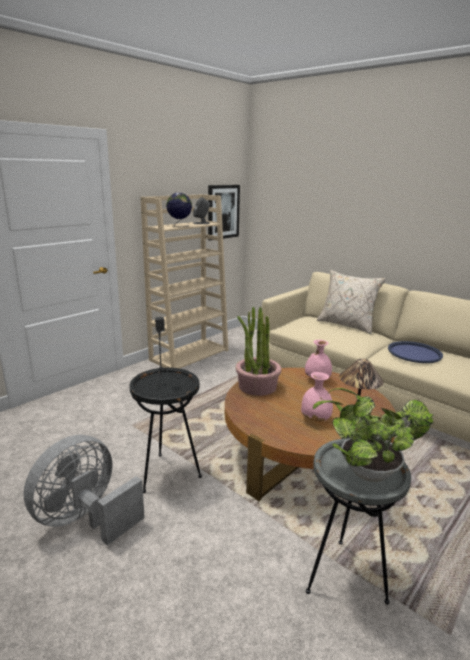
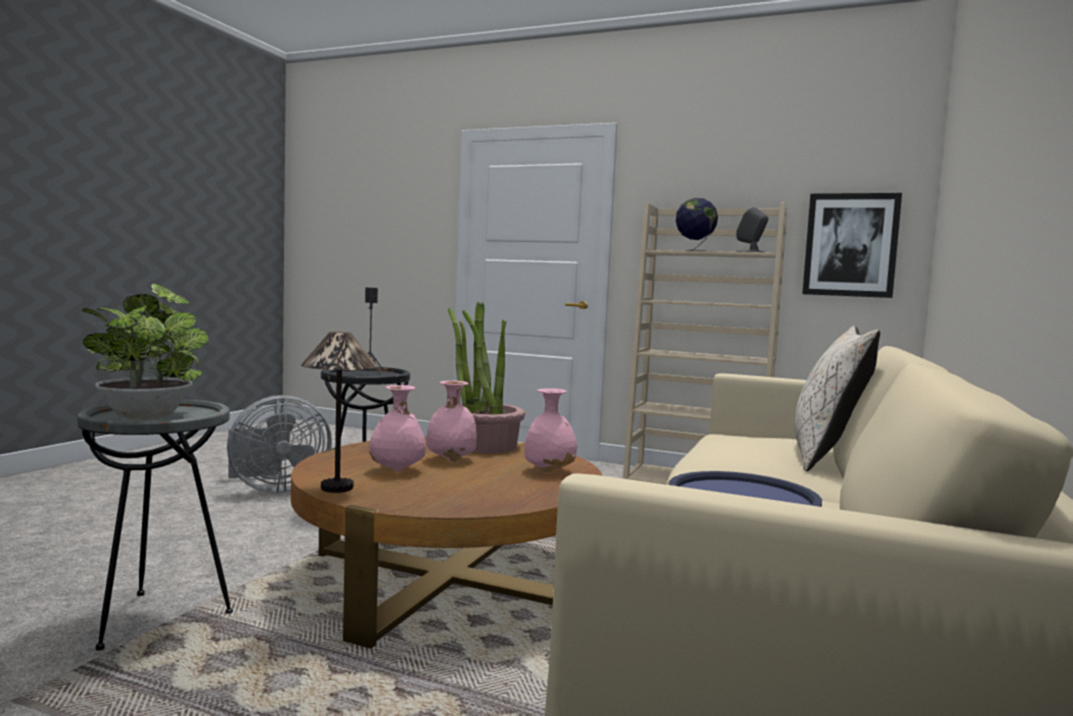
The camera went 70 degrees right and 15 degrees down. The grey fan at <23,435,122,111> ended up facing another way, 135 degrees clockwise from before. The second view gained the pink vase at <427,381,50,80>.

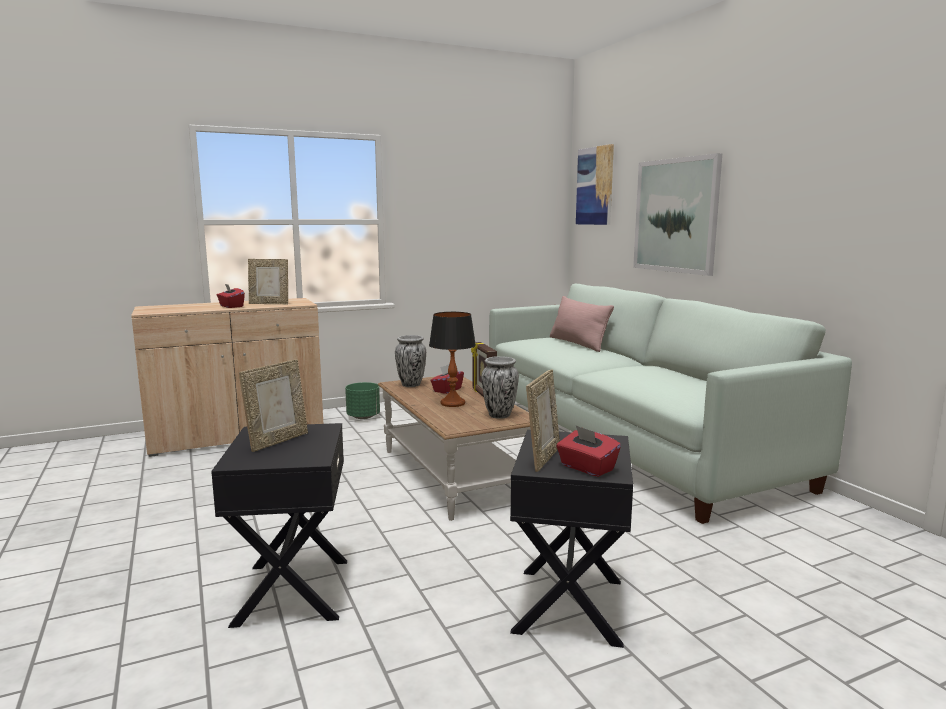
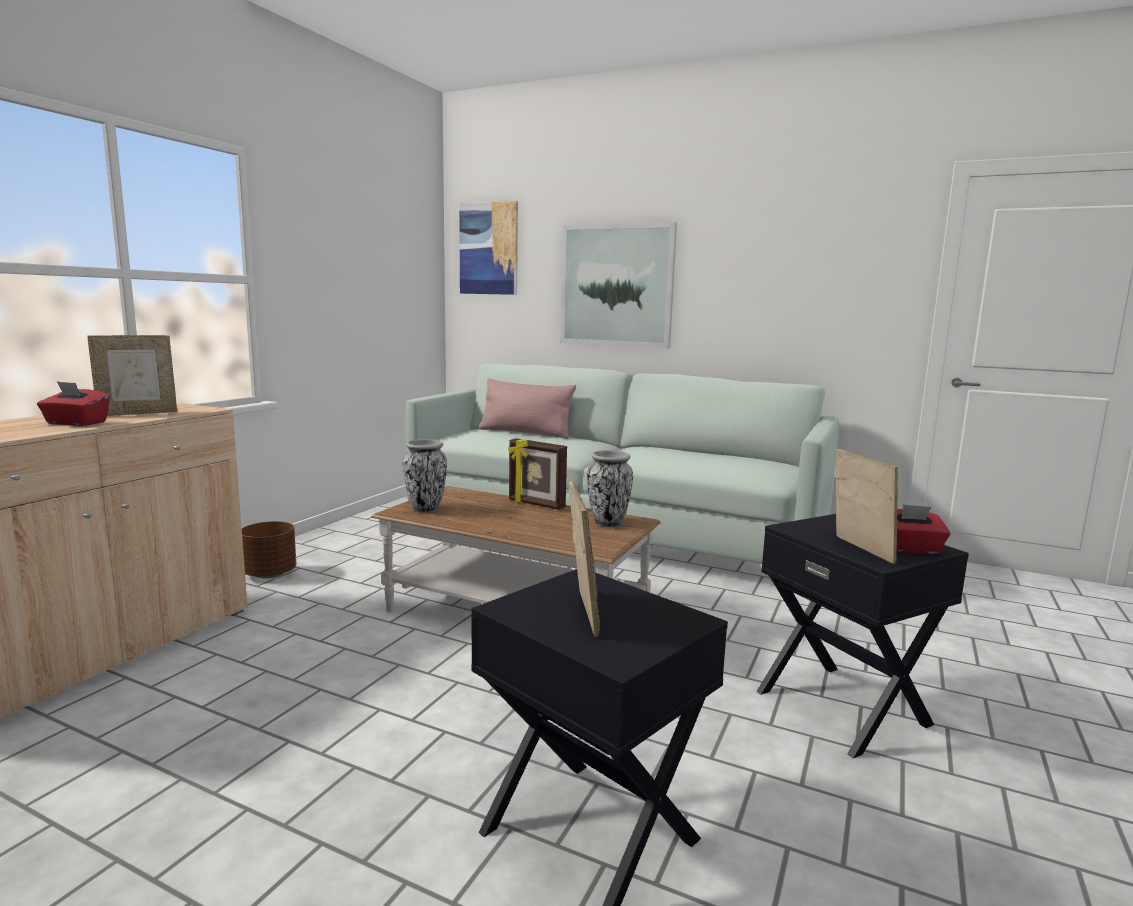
The camera went 40 degrees left and 0 degrees up. What was the green planter at <345,382,35,37> turned into the brown planter at <242,521,54,58>. The second view lost the table lamp at <429,312,47,95>. The second view lost the red tissue box at <430,364,34,30>.

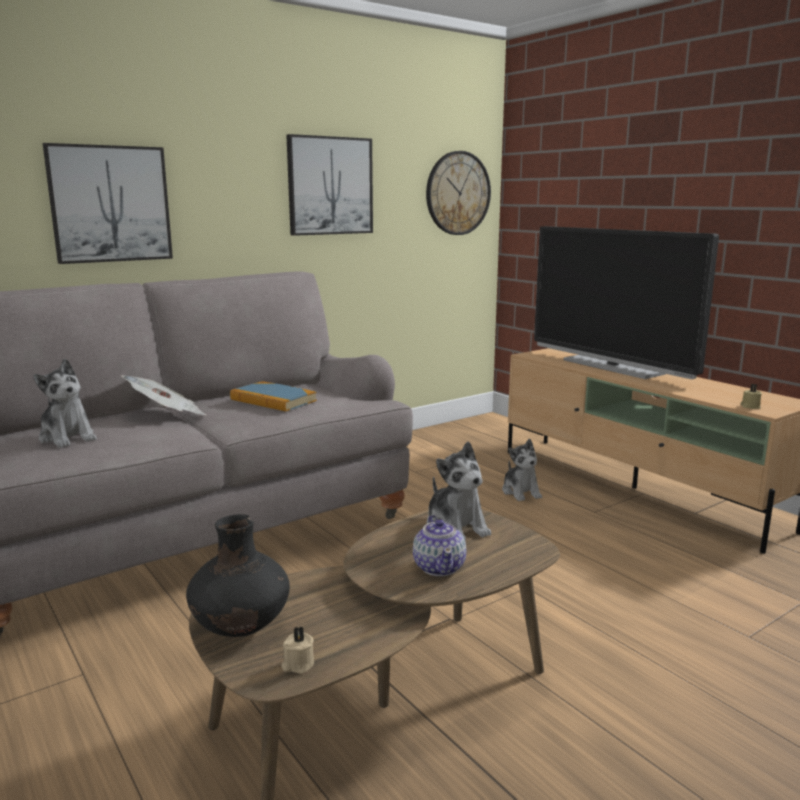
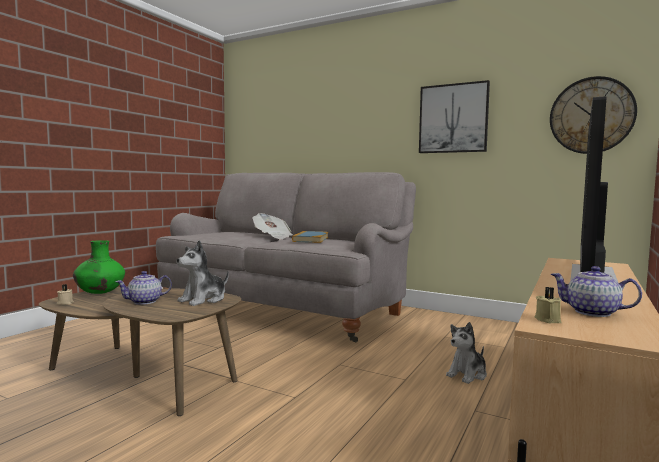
The camera went 65 degrees right and 10 degrees down. The second view lost the plush toy at <33,359,64,89>. The second view lost the picture at <43,143,130,121>. What was the black vase at <186,514,104,123> turned into the green vase at <73,240,52,54>. The second view gained the teapot at <551,266,91,51>.

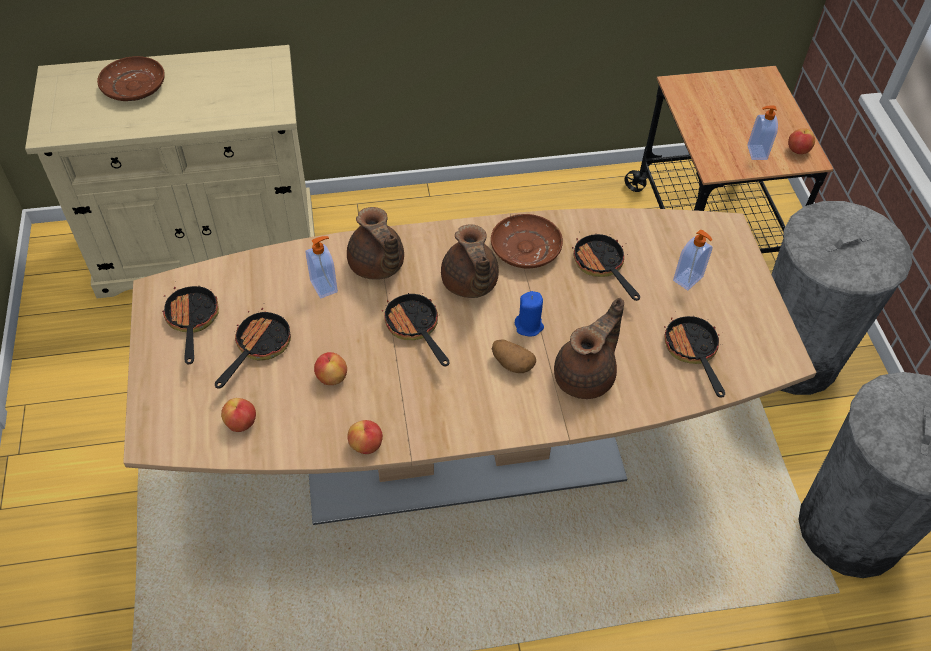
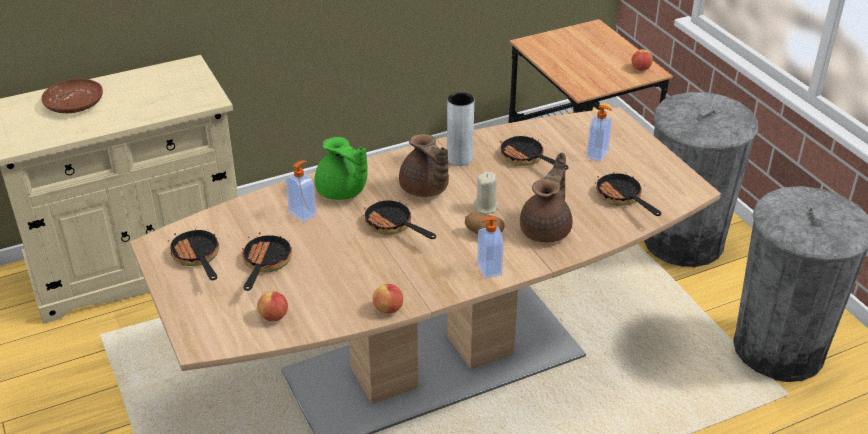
The camera went 15 degrees left and 15 degrees down. The second view lost the apple at <314,352,33,33>. What was the brown teapot at <347,207,57,73> turned into the green teapot at <315,137,53,63>. Where the brown plate stood at <491,214,72,54>, the grey vase came to stand at <447,92,27,74>. What was the blue candle at <515,291,29,46> turned into the beige candle at <473,172,26,42>. The soap dispenser ended up elsewhere, having gone from <748,105,30,55> to <477,216,27,62>.

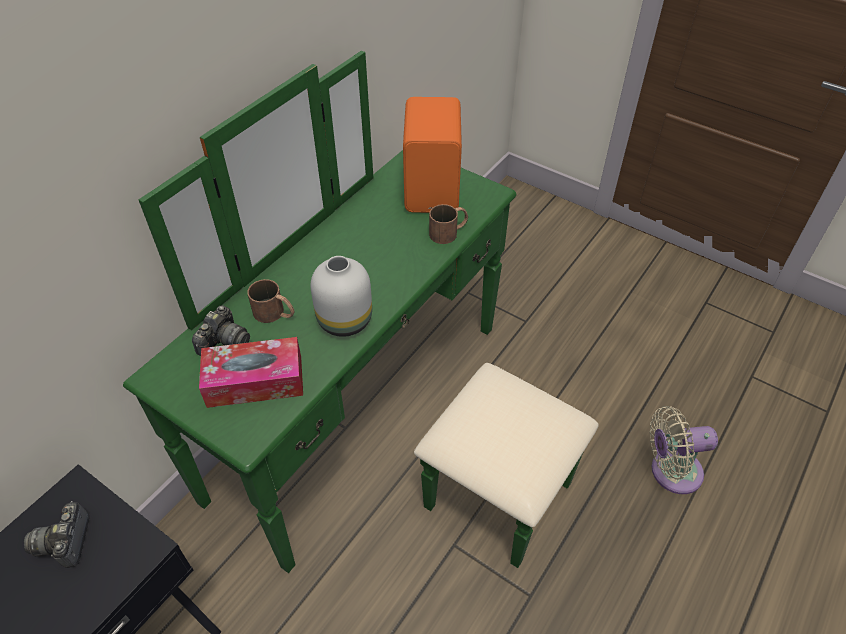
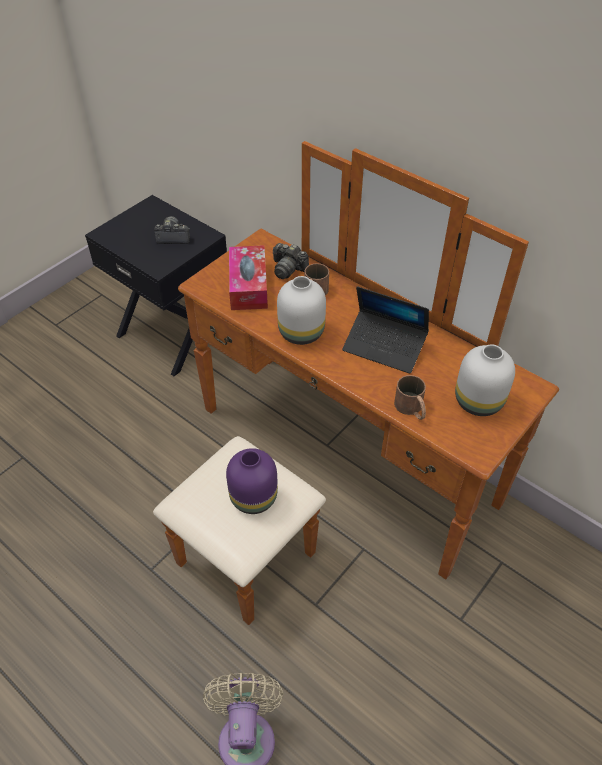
The camera went 95 degrees right and 0 degrees up. What was the green dresser at <123,51,475,522> turned into the brown dresser at <153,141,406,484>. Where the orange speaker stood at <403,97,59,116>, the white vase came to stand at <455,344,60,72>. The second view gained the purple vase at <226,448,52,66>. The second view gained the laptop at <342,286,87,88>.

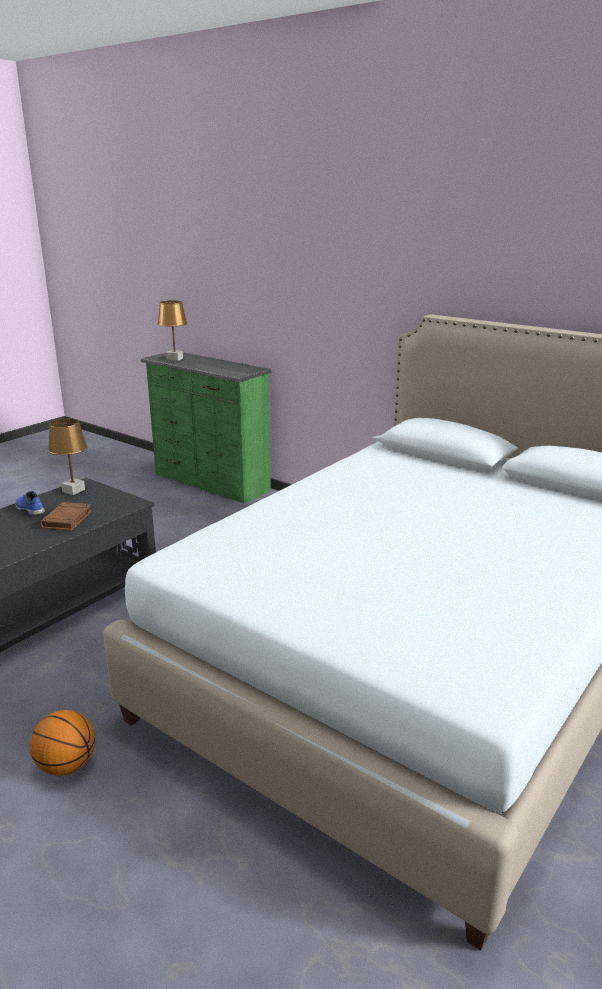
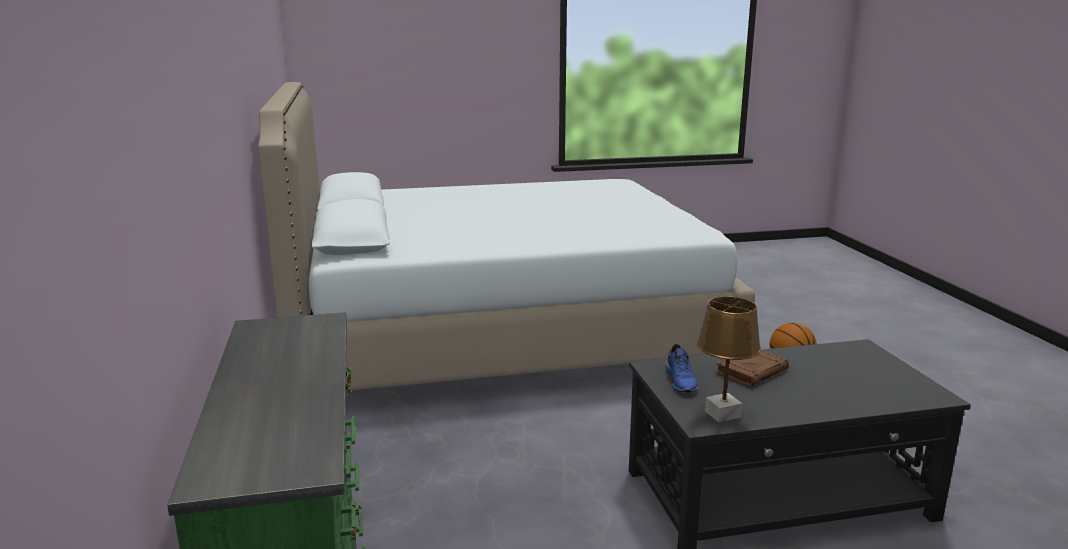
The camera went 140 degrees left and 5 degrees down. The blue shoe ended up elsewhere, having gone from <15,491,30,25> to <665,344,33,48>. The second view lost the brown table lamp at <158,300,29,61>.

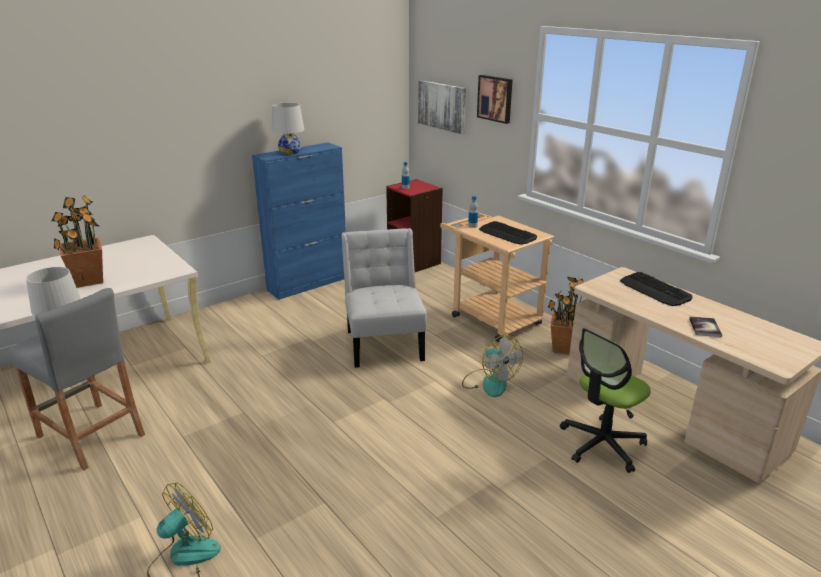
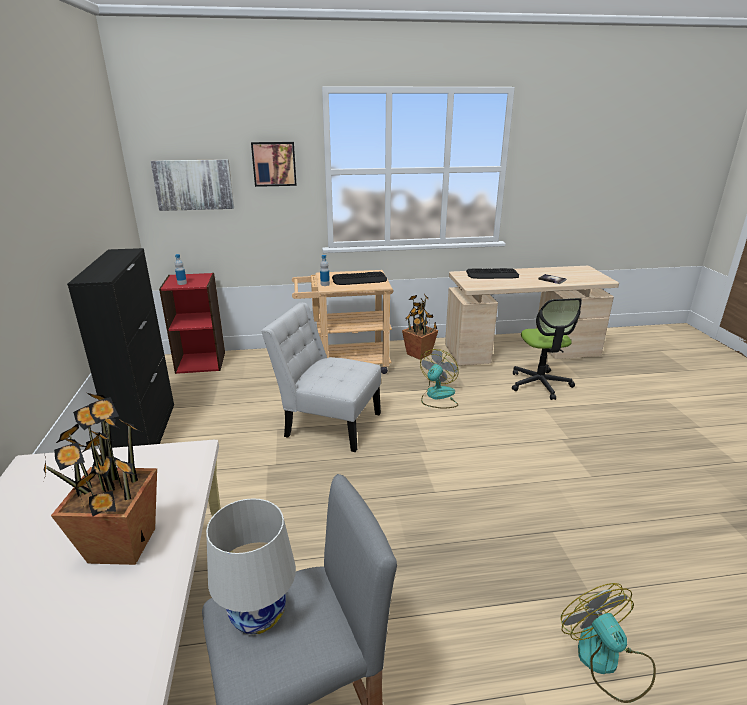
The camera went 60 degrees left and 0 degrees up. What was the blue cabinet at <252,143,94,157> turned into the black cabinet at <67,248,107,200>. The second view lost the white table lamp at <272,103,32,52>. The fan at <462,335,61,62> ended up facing another way, 60 degrees counterclockwise from before.

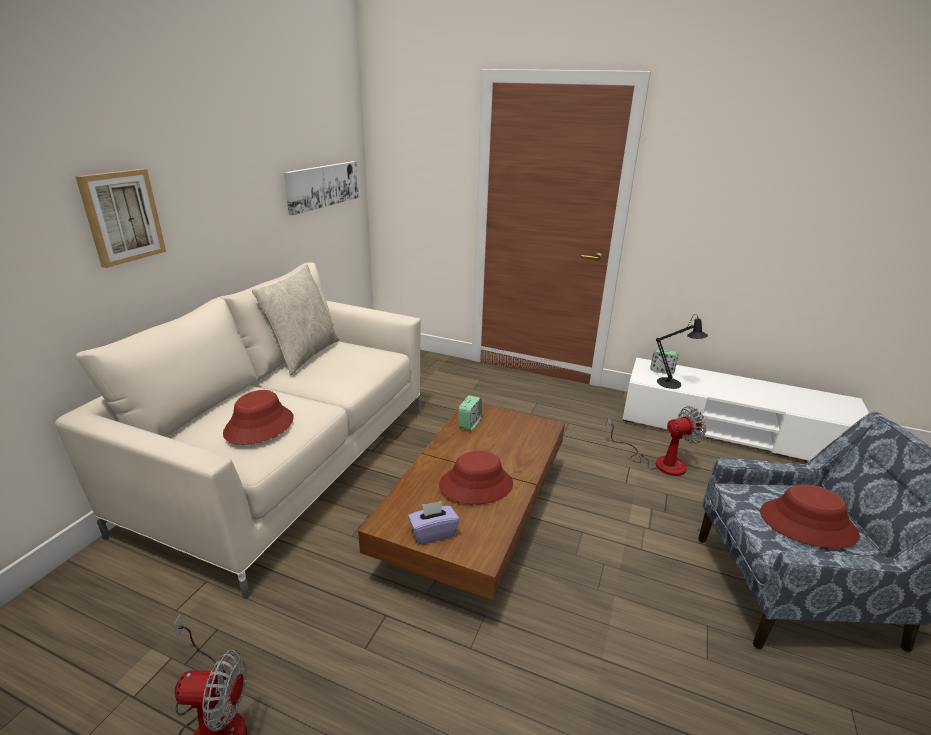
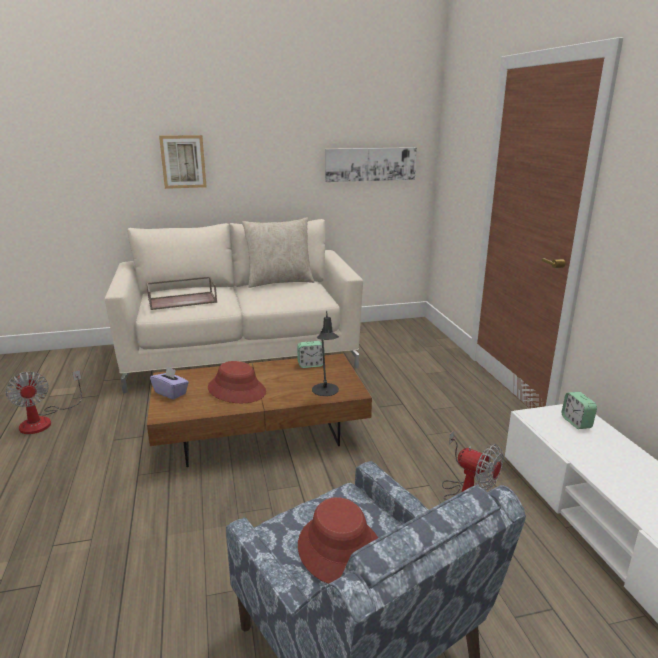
The camera went 55 degrees right and 5 degrees down. Where the red hat stood at <223,390,71,55>, the brown tray came to stand at <146,276,71,34>. The black table lamp ended up elsewhere, having gone from <656,314,52,75> to <312,311,27,85>.

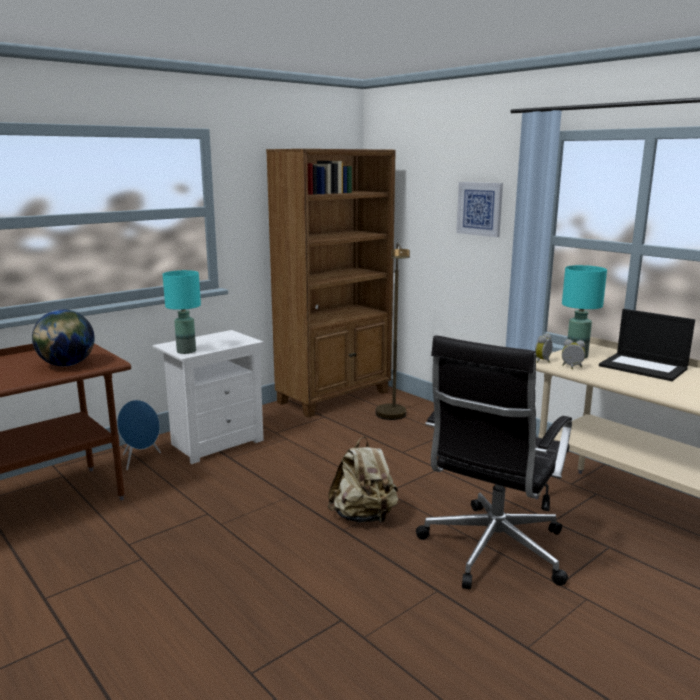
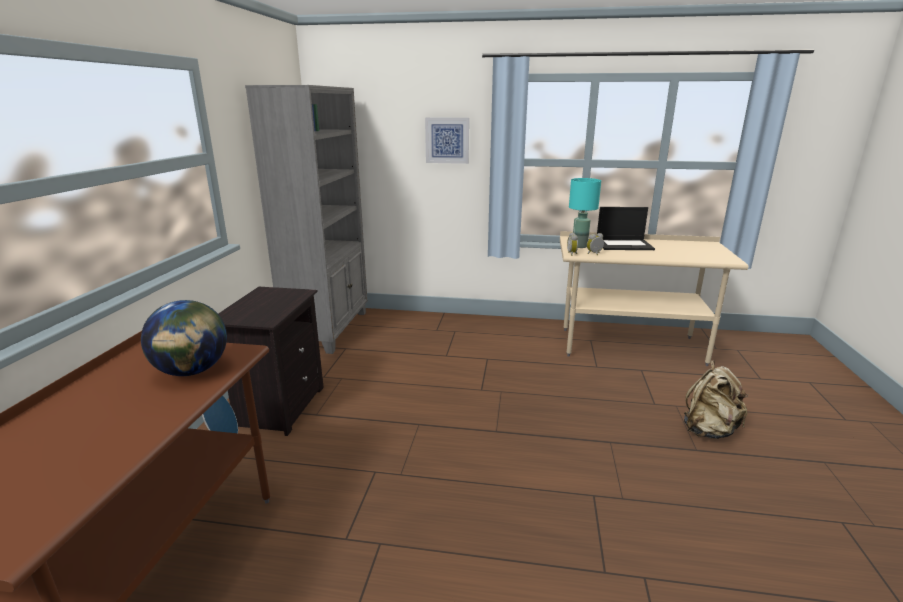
The camera went 40 degrees left and 5 degrees up. What was the white nightstand at <152,330,112,134> turned into the black nightstand at <218,287,106,149>. The second view lost the turquoise table lamp at <163,270,38,84>. What was the brown bookcase at <266,149,130,269> turned into the grey bookcase at <245,85,123,269>. The beige backpack ended up elsewhere, having gone from <328,437,70,86> to <684,360,64,79>. The second view lost the brown floor lamp at <376,243,34,177>. The second view lost the black office chair at <416,335,156,254>.

